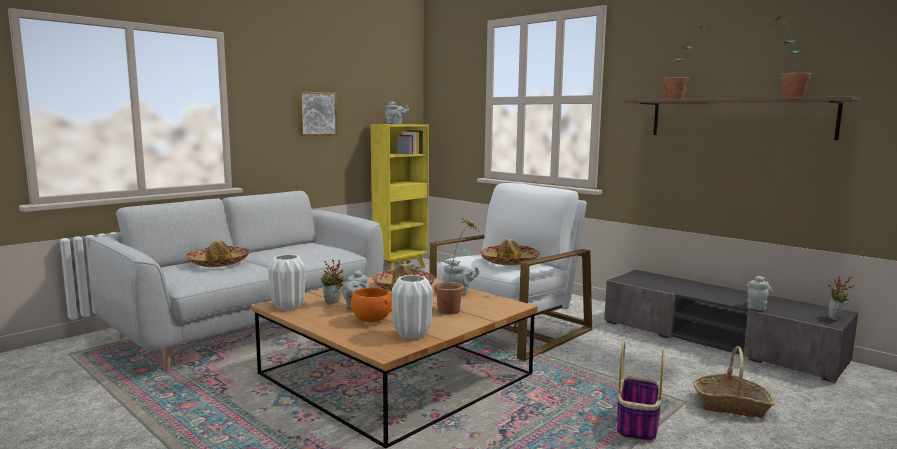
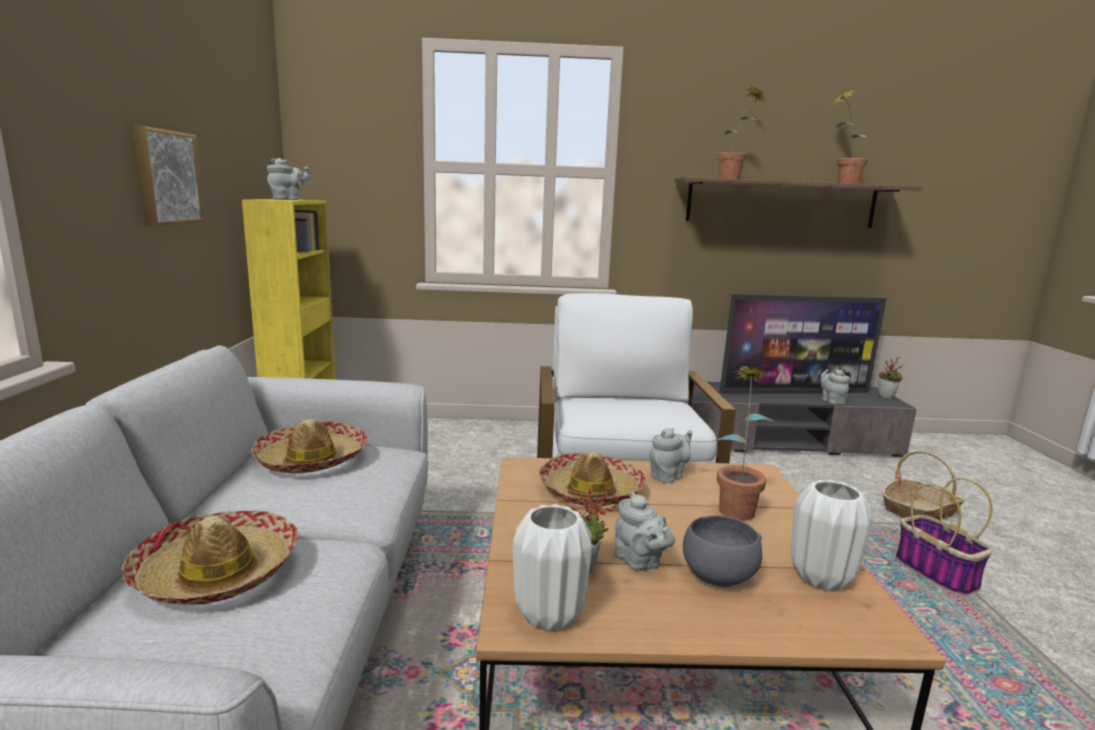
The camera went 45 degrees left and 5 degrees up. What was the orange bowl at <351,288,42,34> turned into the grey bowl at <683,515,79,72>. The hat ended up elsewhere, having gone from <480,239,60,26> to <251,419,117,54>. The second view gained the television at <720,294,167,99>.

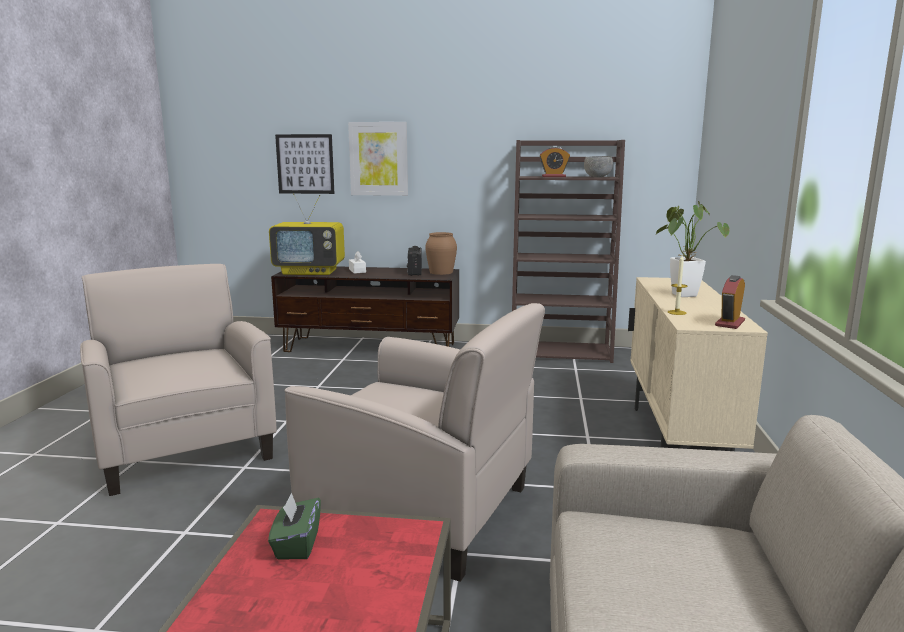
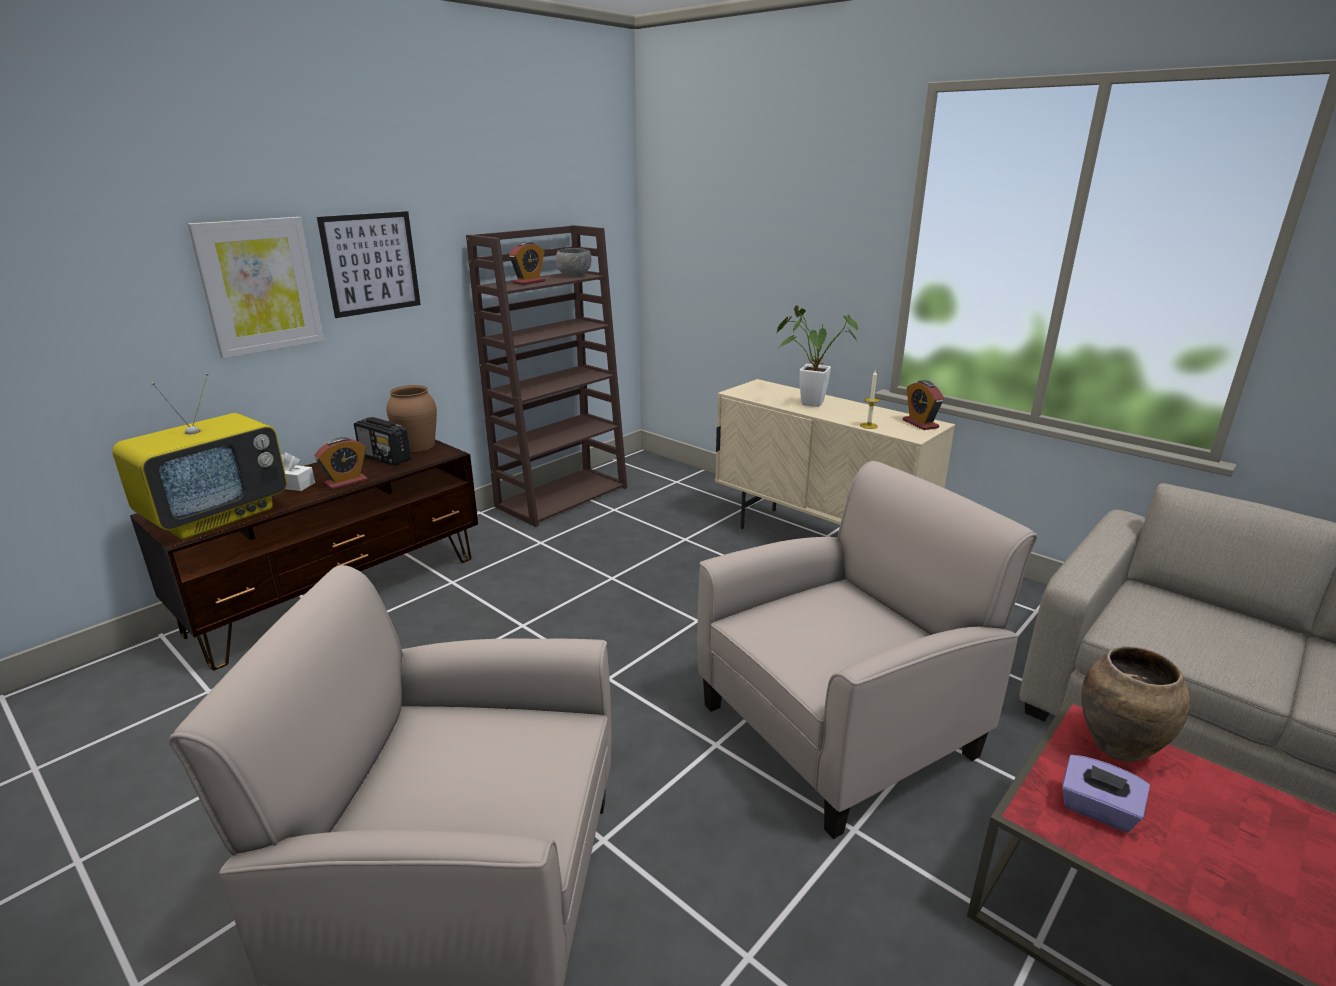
The camera went 55 degrees left and 10 degrees up. What was the green tissue box at <268,493,53,66> turned into the purple tissue box at <1062,755,88,77>. The picture ended up elsewhere, having gone from <275,134,59,60> to <317,211,104,107>. The second view gained the alarm clock at <314,437,54,53>. The second view gained the brown vase at <1081,646,109,116>.

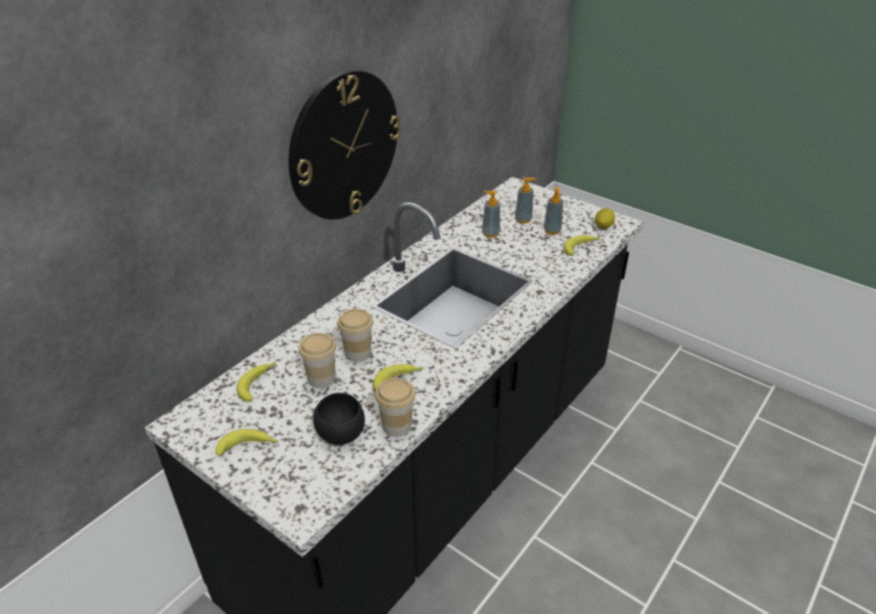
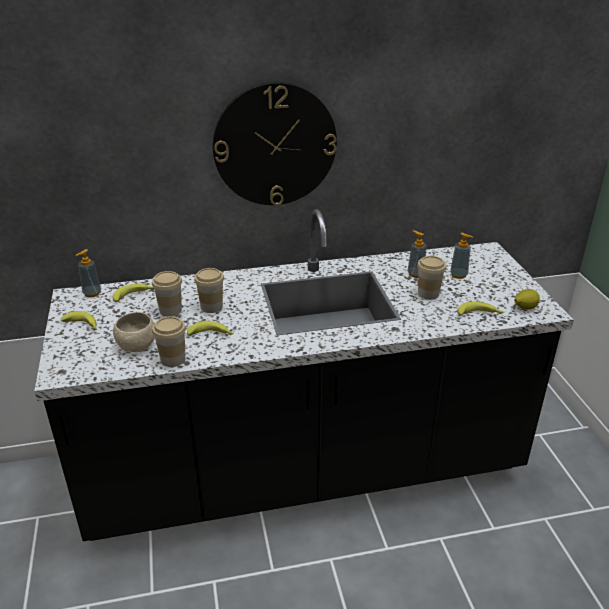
The camera went 40 degrees right and 5 degrees down. What was the black bowl at <313,393,52,52> turned into the beige bowl at <113,312,42,40>. The soap dispenser ended up elsewhere, having gone from <543,187,20,48> to <76,249,25,48>. The second view gained the cup at <417,256,29,44>.

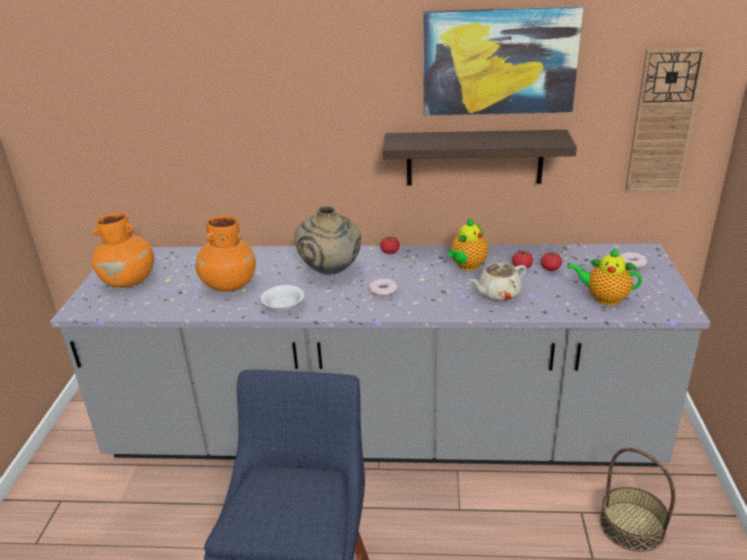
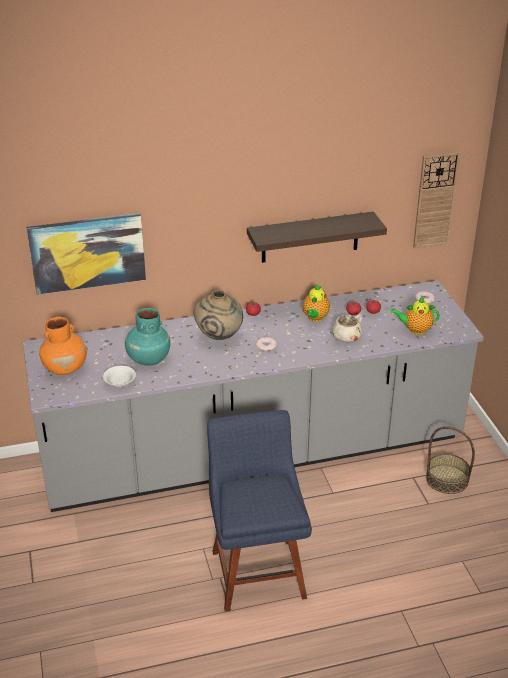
The camera went 20 degrees left and 5 degrees up. What was the orange vase at <195,215,61,77> turned into the turquoise vase at <125,308,45,58>. The white bowl ended up elsewhere, having gone from <261,285,43,27> to <103,366,33,21>. The picture ended up elsewhere, having gone from <423,6,160,110> to <26,213,120,82>.

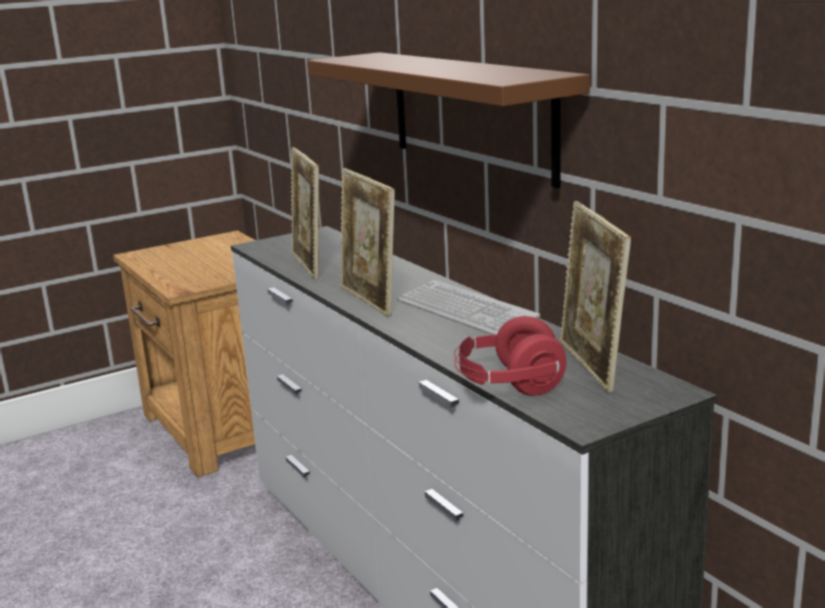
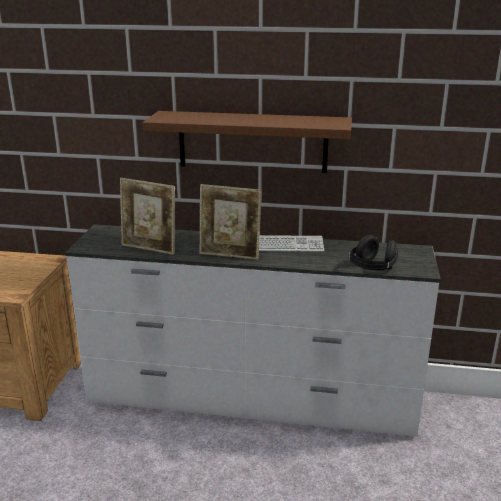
The camera went 50 degrees left and 5 degrees up. What was the red headphones at <454,316,112,80> turned into the black headphones at <349,235,49,35>. The second view lost the picture frame at <559,201,72,192>.

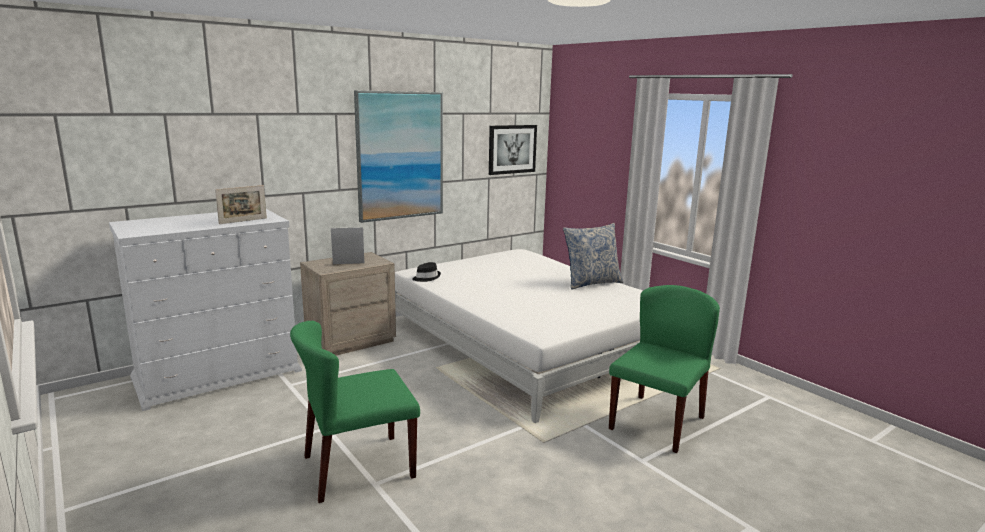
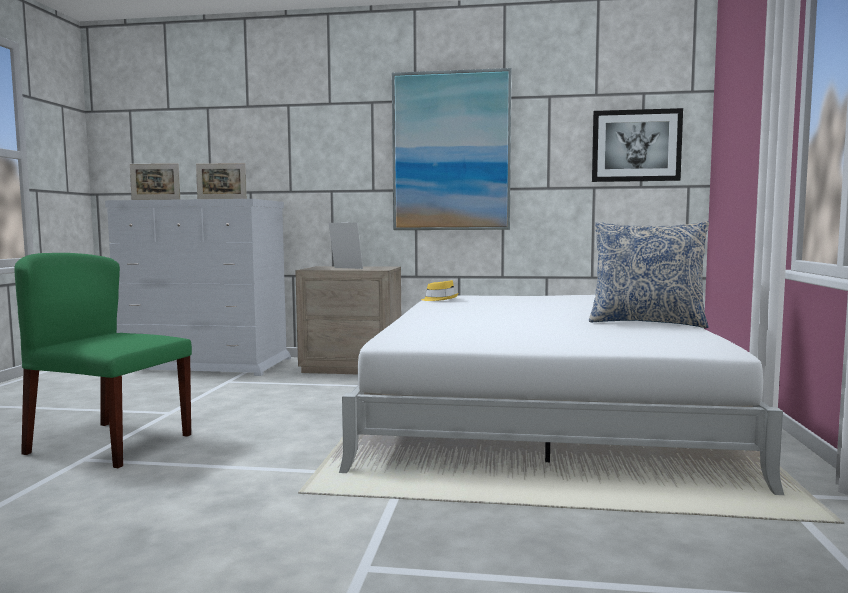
The camera went 45 degrees right and 10 degrees down. What was the black hat at <412,262,29,20> turned into the yellow hat at <421,280,37,21>. The second view lost the green chair at <609,285,111,168>. The second view gained the picture frame at <130,163,50,37>.

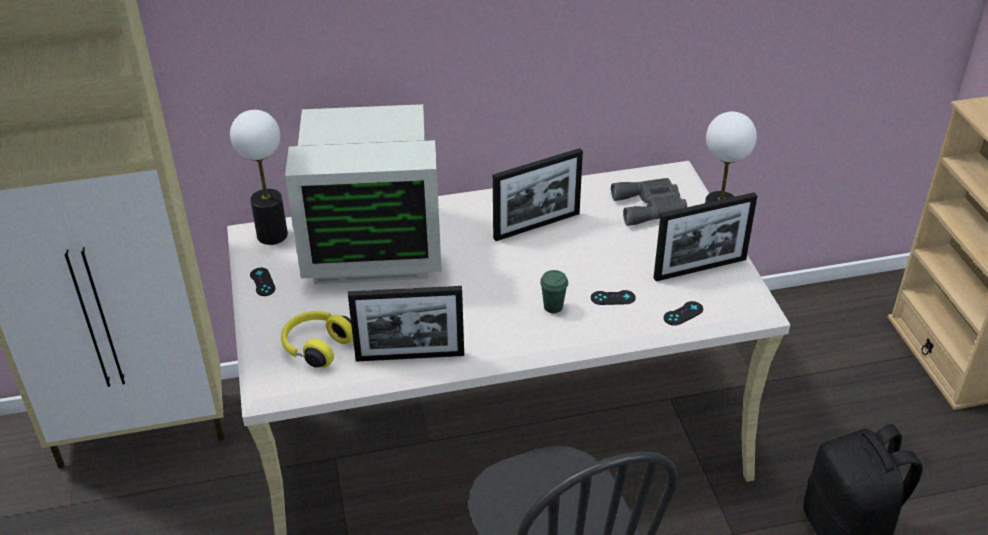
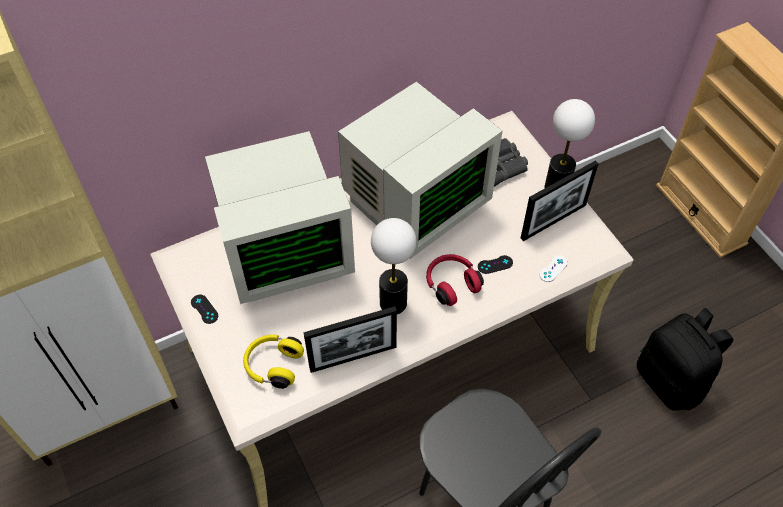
The camera went 15 degrees left and 15 degrees up. The table lamp ended up elsewhere, having gone from <230,110,58,135> to <371,218,45,96>. Where the picture frame stood at <493,148,90,93>, the monitor came to stand at <338,82,164,177>. Where the green cup stood at <540,270,28,43>, the red headphones came to stand at <426,254,58,52>. What was the black game controller at <664,301,39,25> turned into the white game controller at <539,255,29,27>.

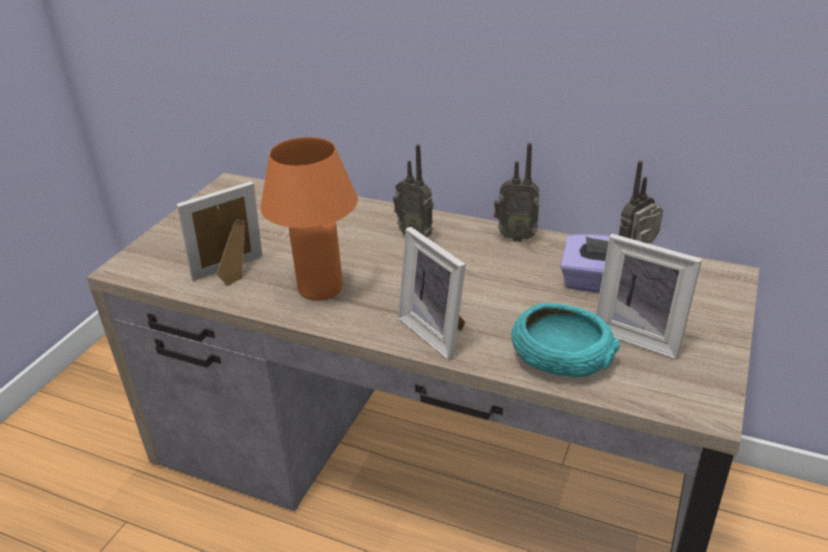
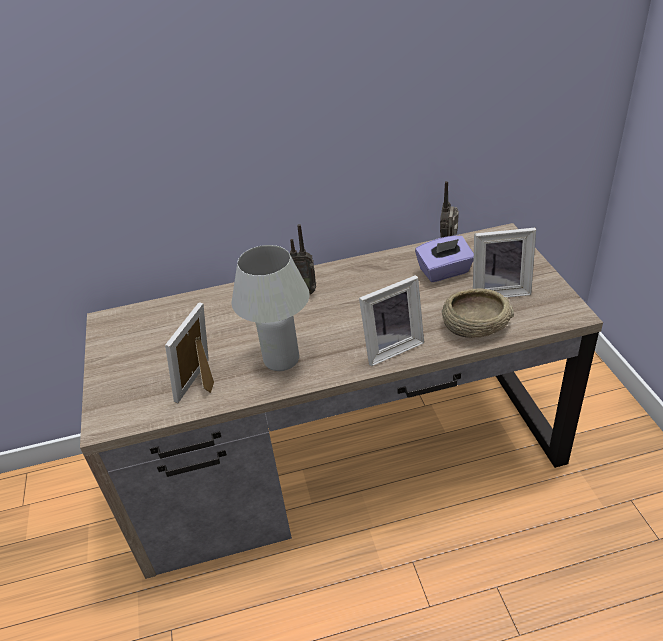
The camera went 35 degrees left and 5 degrees up. What was the orange table lamp at <260,137,98,164> turned into the white table lamp at <232,245,78,126>. The picture frame at <398,227,68,133> ended up facing another way, 45 degrees counterclockwise from before. The second view lost the radio at <494,143,46,99>. What was the turquoise bowl at <511,303,109,74> turned into the beige bowl at <442,288,72,50>.

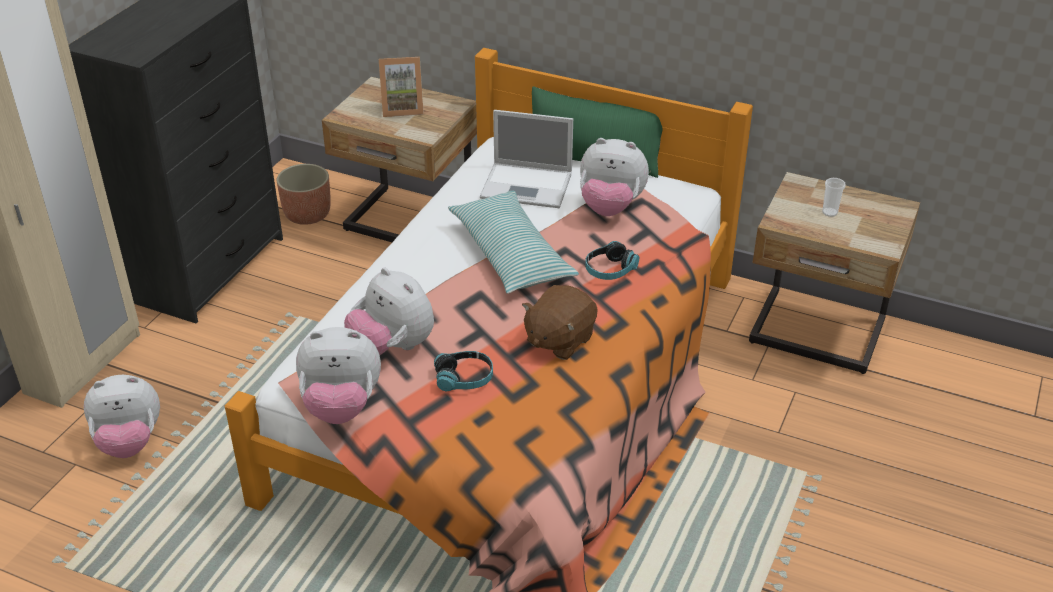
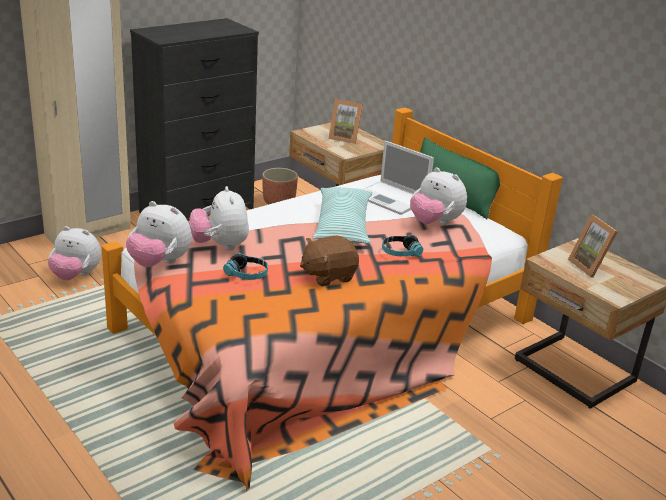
The camera went 25 degrees right and 10 degrees down. Where the cup stood at <822,178,24,39>, the picture frame came to stand at <568,214,50,64>.

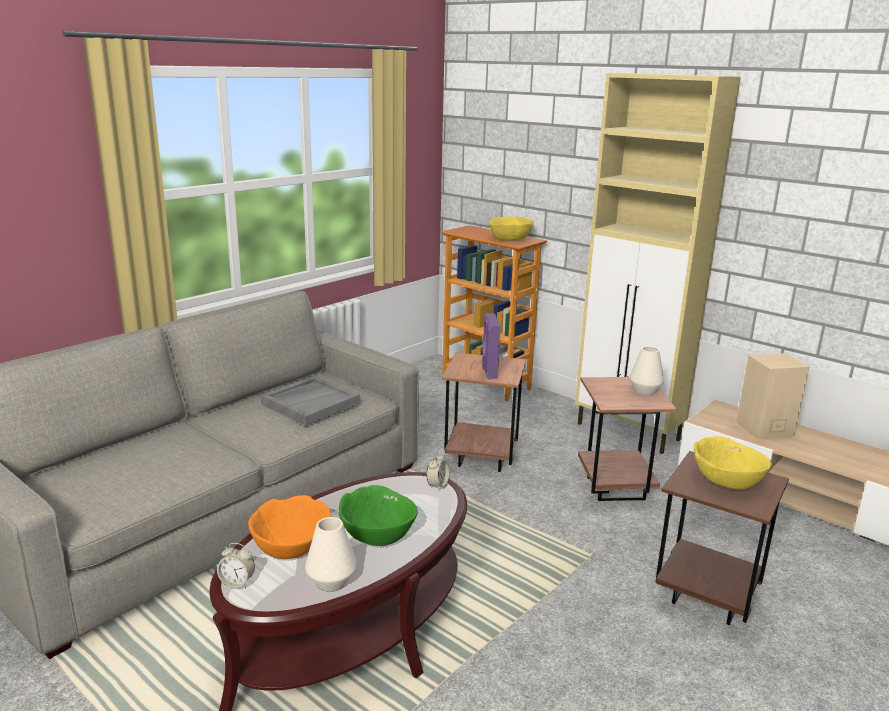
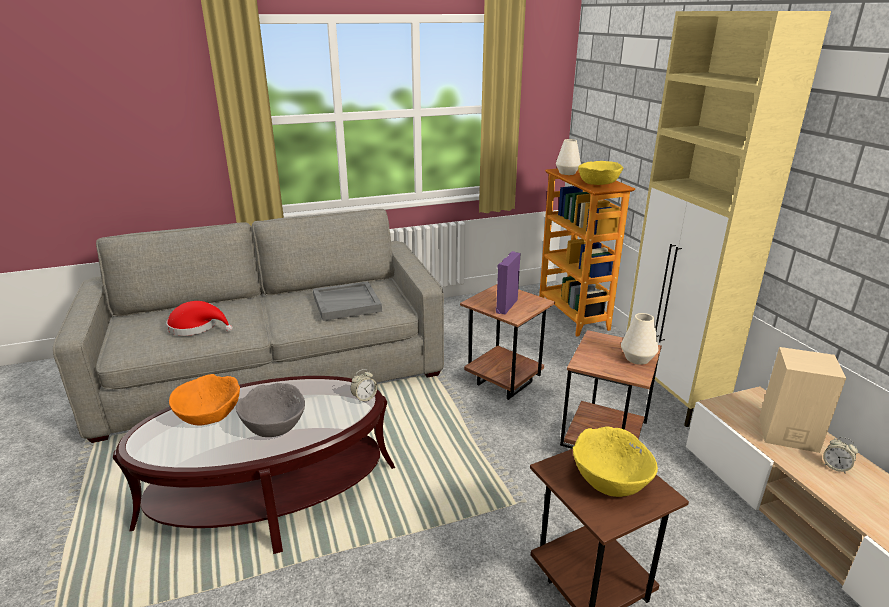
The camera went 30 degrees right and 5 degrees up. The alarm clock ended up elsewhere, having gone from <217,543,38,45> to <823,437,35,37>. The white vase ended up elsewhere, having gone from <305,517,52,74> to <556,139,25,36>. What was the green bowl at <339,485,79,61> turned into the grey bowl at <236,383,69,54>. The second view gained the red hat at <166,301,67,35>.

